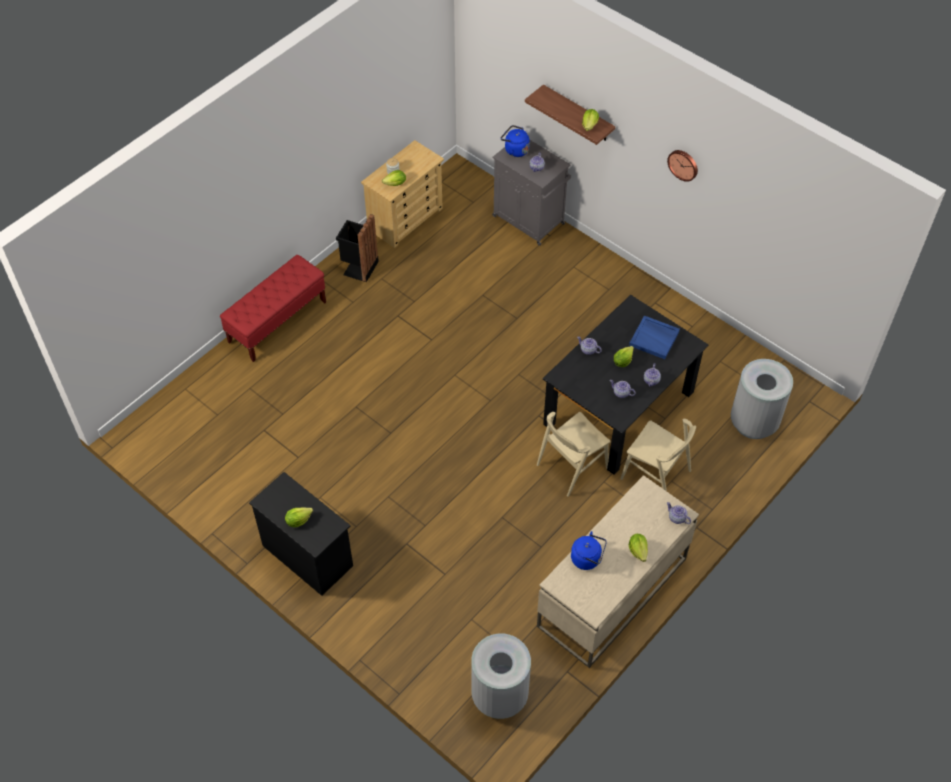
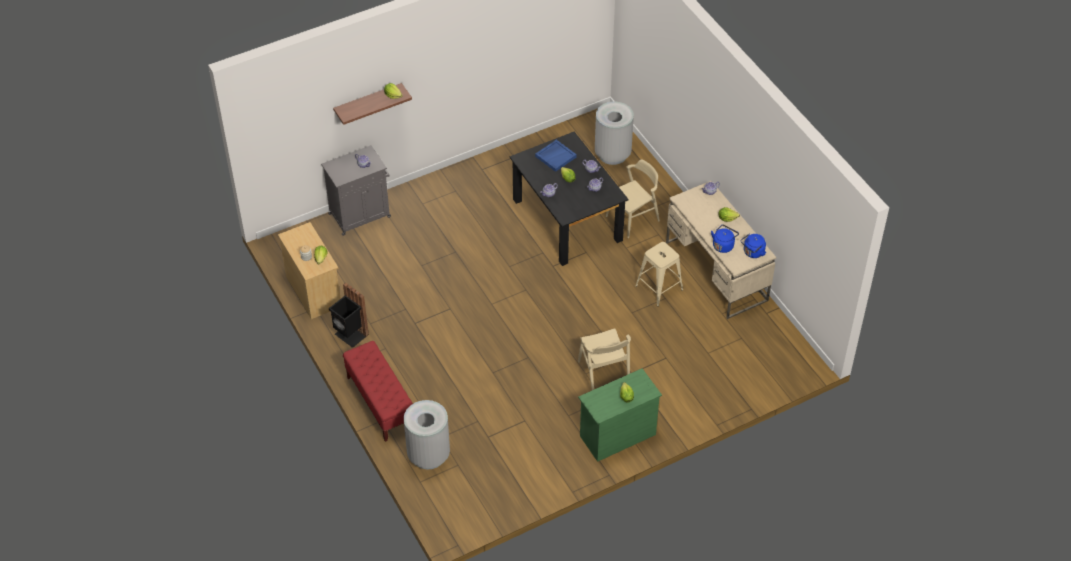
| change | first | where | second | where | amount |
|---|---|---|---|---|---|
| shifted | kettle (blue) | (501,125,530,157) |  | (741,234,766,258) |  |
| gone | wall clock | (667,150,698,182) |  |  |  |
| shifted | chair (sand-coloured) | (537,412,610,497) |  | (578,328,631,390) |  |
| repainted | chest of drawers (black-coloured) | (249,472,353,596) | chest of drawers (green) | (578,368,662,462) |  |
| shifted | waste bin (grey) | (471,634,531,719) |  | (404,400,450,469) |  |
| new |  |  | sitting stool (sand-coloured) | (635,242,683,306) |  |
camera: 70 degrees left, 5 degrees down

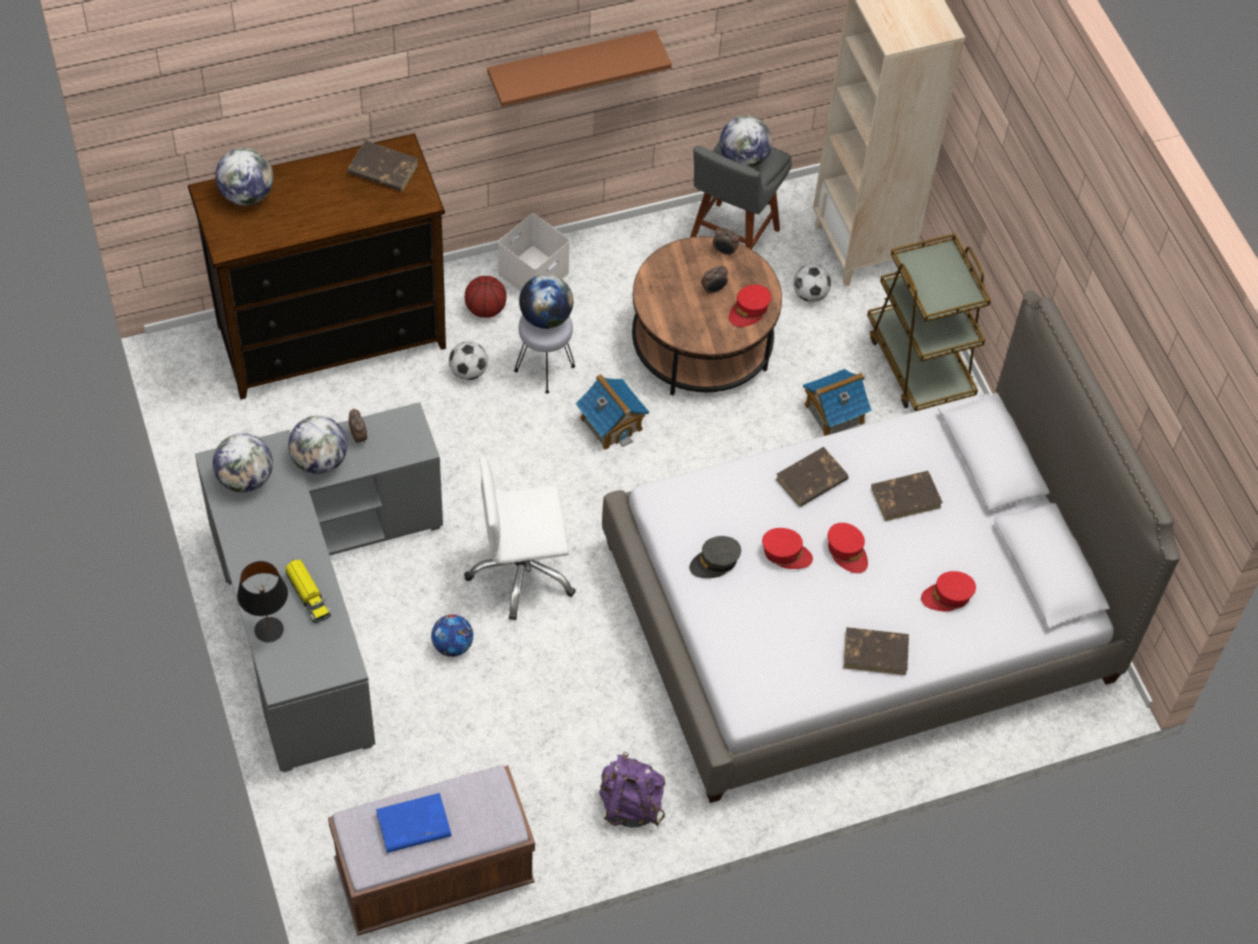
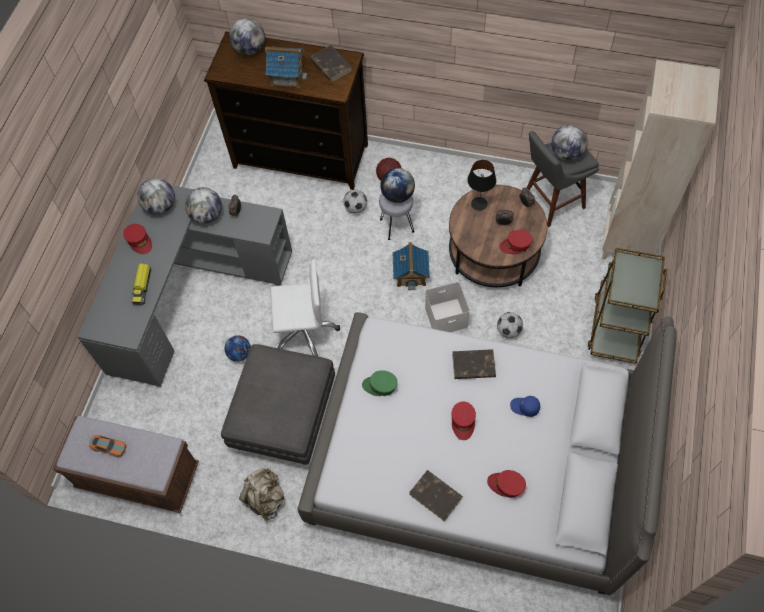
| change | first | where | second | where | amount |
|---|---|---|---|---|---|
| gone | wall shelf (brown) | (487,30,672,107) |  |  |  |
| shifted | storage container (whitish) | (498,213,570,292) |  | (425,282,470,332) |  |
| shifted | ball for football | (793,264,831,302) |  | (497,312,523,338) |  |
| shifted | miniature house | (803,369,872,436) |  | (265,46,308,88) |  |
| rotated | computer chair (whitish) | (464,456,576,620) |  | (270,259,340,356) | 150 degrees clockwise |
| swapped | book (brown) | (871,471,943,521) | baseball cap (blue) | (510,396,540,417) |  |
| shifted | baseball cap (red) | (762,528,813,569) |  | (123,224,152,254) |  |
| repainted | baseball cap (grey) | (689,536,741,578) | baseball cap (green) | (362,370,398,396) |  |
| shifted | tabletop lamp (black-coloured) | (237,561,288,642) |  | (467,160,496,211) |  |
| repainted | backpack (purple) | (599,752,665,827) | backpack (sand-coloured) | (239,468,284,521) |  |
| swapped | book (blue) | (376,793,451,853) | toy car | (89,435,126,457) |  |
| new |  |  | pouffe (grey) | (221,344,335,465) |  |
camera: 40 degrees right, 5 degrees up

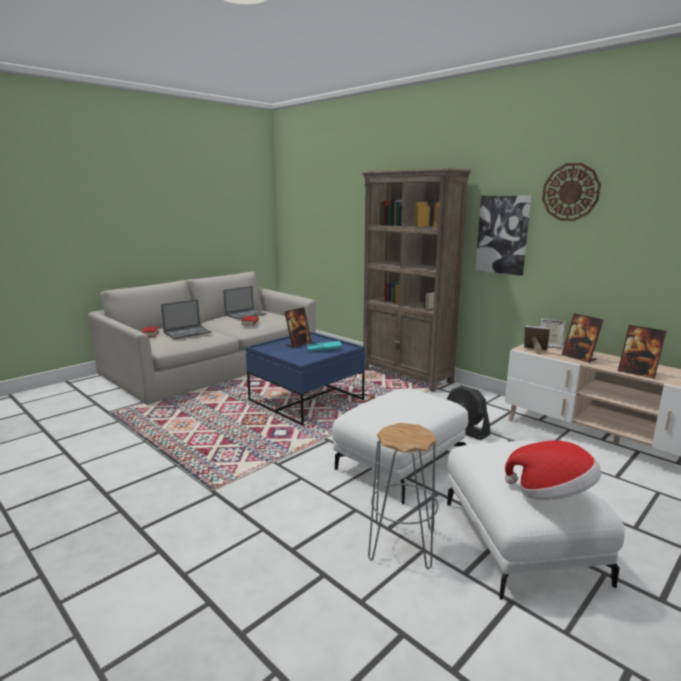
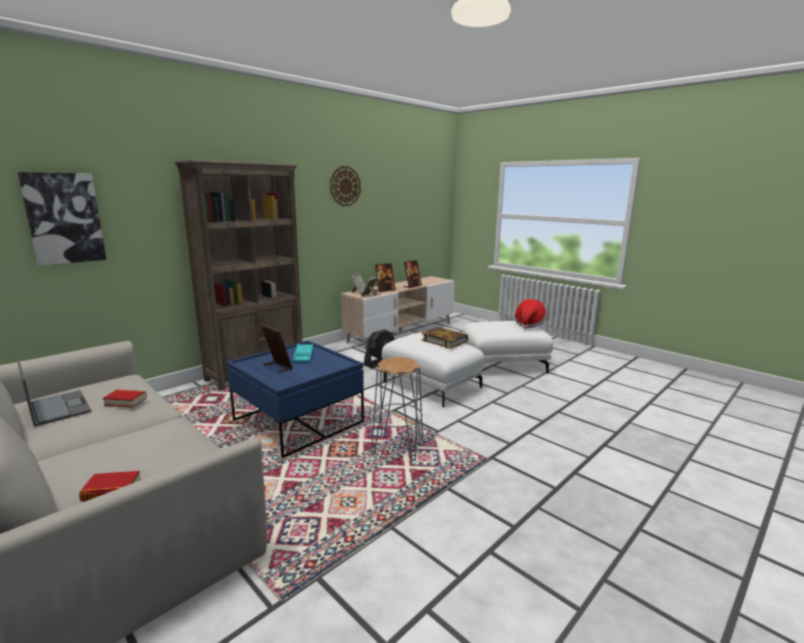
| change | first | where | second | where | amount |
|---|---|---|---|---|---|
| shifted | picture | (475,196,531,276) |  | (18,172,107,266) |  |
| gone | laptop | (161,299,211,339) |  |  |  |
| shifted | sitting stool (grey) | (368,423,438,569) |  | (371,357,423,461) |  |
| new |  |  | book | (421,327,468,349) |  |
camera: 90 degrees left, 0 degrees up

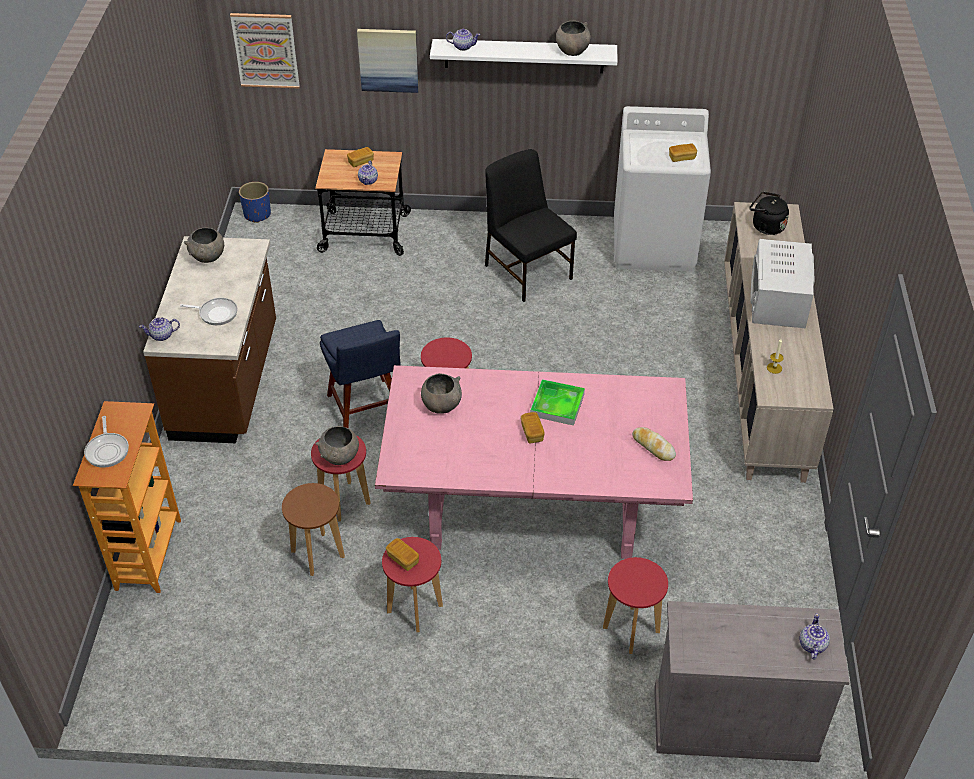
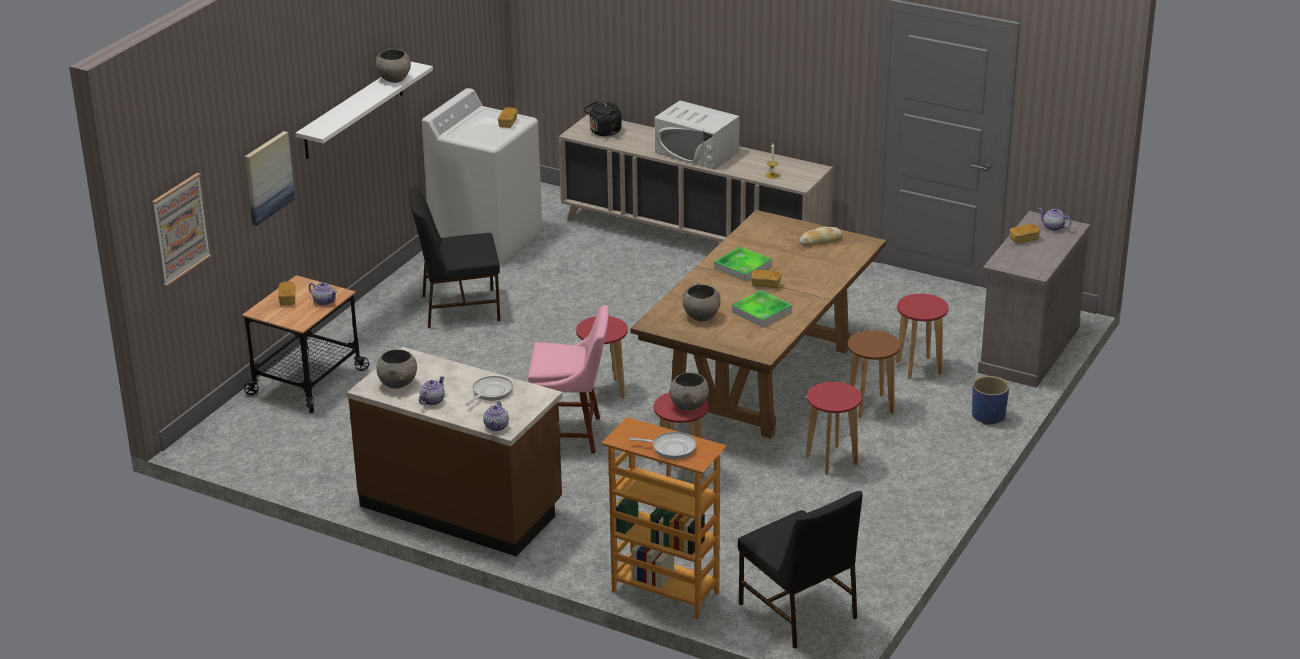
| change | first | where | second | where | amount |
|---|---|---|---|---|---|
| shifted | tea pot | (446,29,480,51) |  | (419,376,445,405) |  |
| shifted | planter (blue) | (239,182,271,223) |  | (972,376,1009,425) |  |
| repainted | chair (blue) | (320,320,401,428) | chair (pinkish) | (527,305,609,453) |  |
| repainted | kitchen table (pinkish) | (375,365,693,559) | kitchen table (brown) | (631,210,887,438) |  |
| shifted | sitting stool (brown) | (282,483,345,576) |  | (848,330,900,418) |  |
| shifted | baked bread | (386,538,419,571) |  | (1010,224,1040,244) |  |
| new |  |  | carrying tray | (732,290,792,327) |  |
| new |  |  | chair (black-coloured) | (738,491,863,649) |  |
camera: 65 degrees left, 15 degrees down

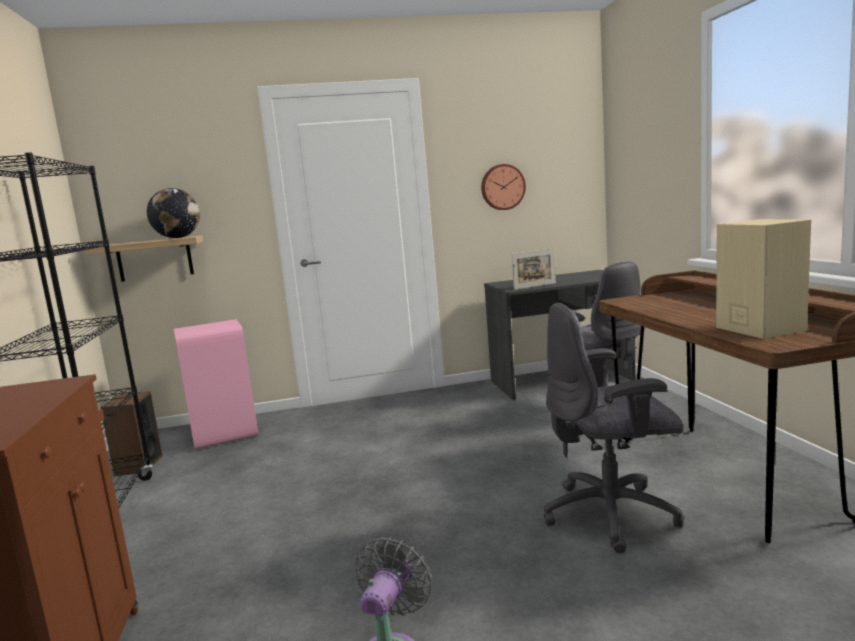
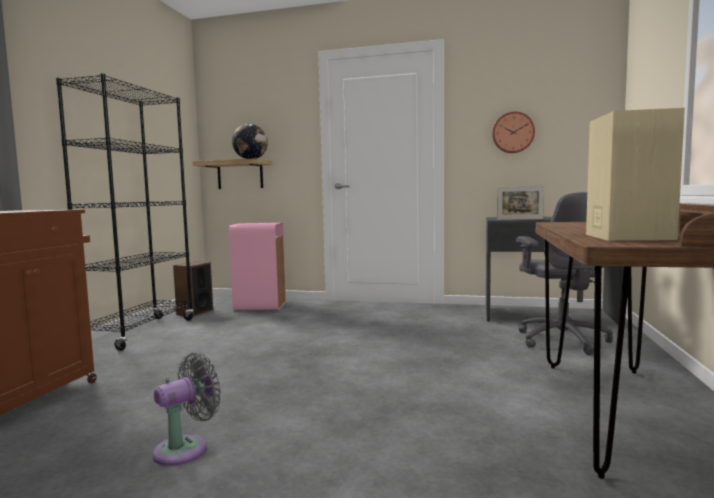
| change | first | where | second | where | amount |
|---|---|---|---|---|---|
| gone | computer chair (grey) | (544,303,684,553) |  |  |  |
camera: 25 degrees right, 5 degrees down

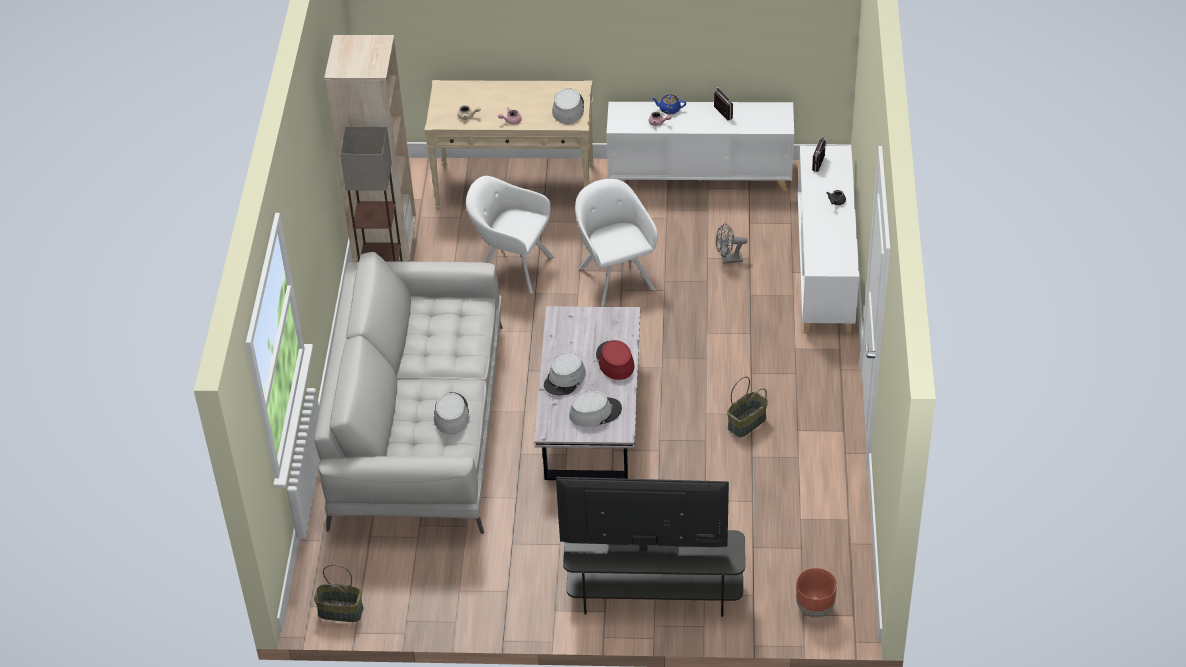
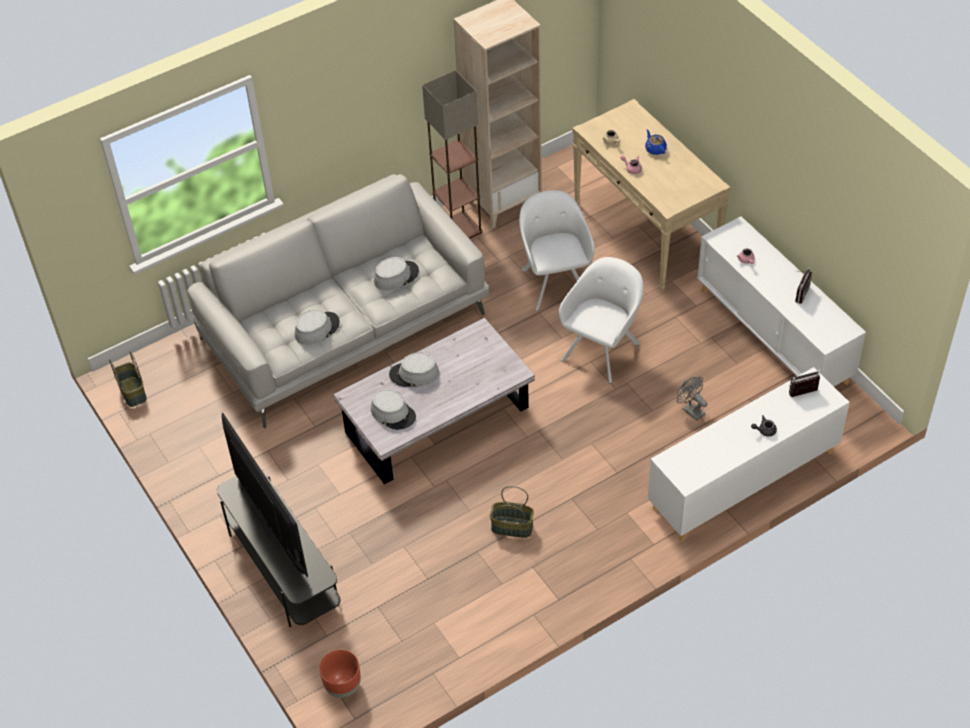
| change | first | where | second | where | amount |
|---|---|---|---|---|---|
| shifted | clothing hat (grey) | (552,88,584,124) |  | (374,257,419,291) |  |
| shifted | tea pot (blue) | (652,95,686,115) |  | (645,129,667,155) |  |
| gone | clothing hat (red) | (596,340,634,380) |  |  |  |
camera: 55 degrees right, 5 degrees up

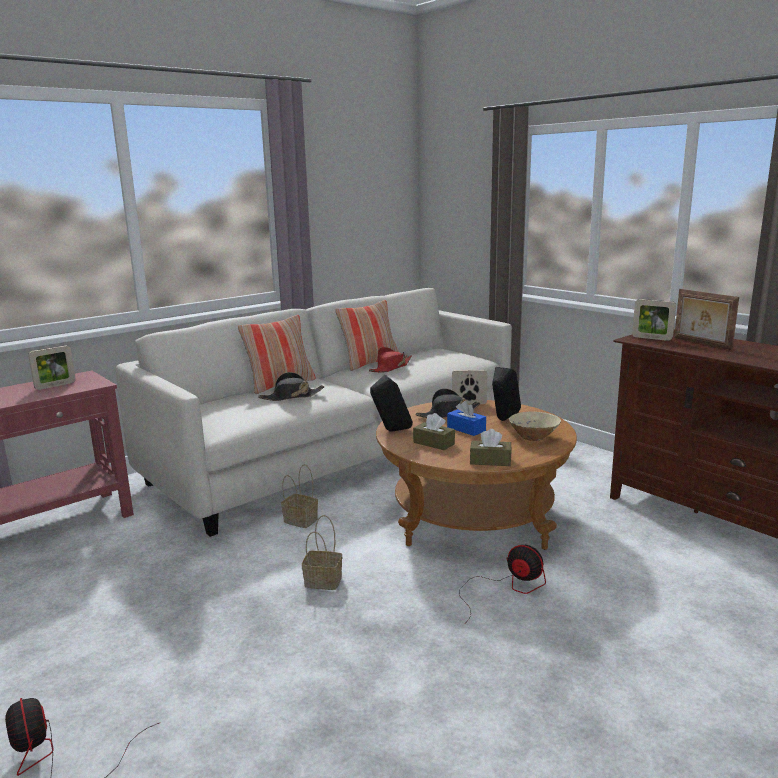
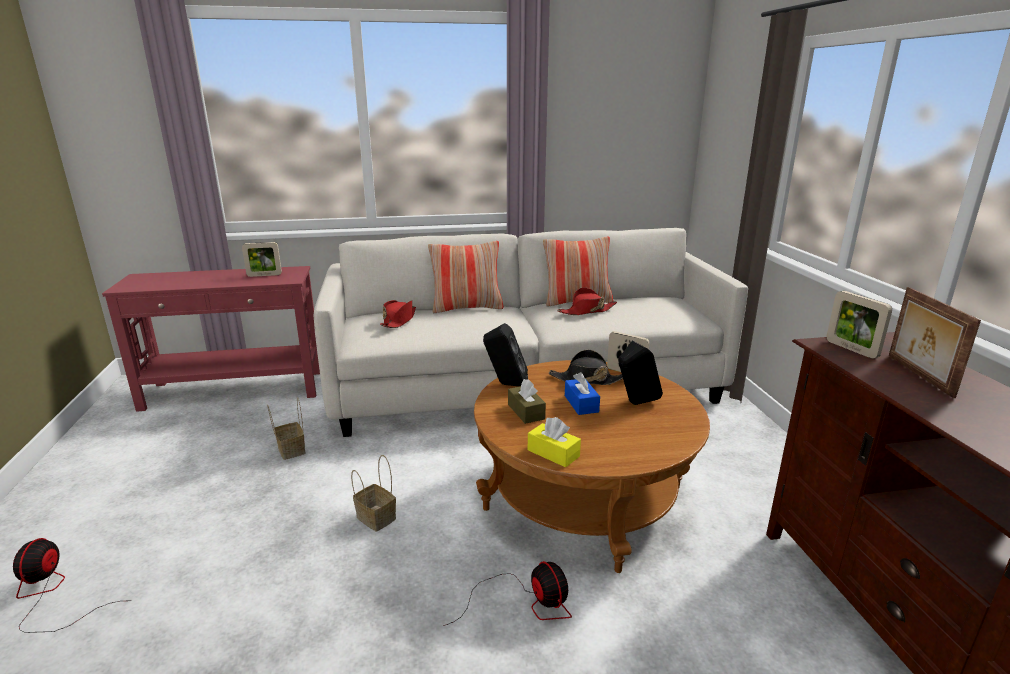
| change | first | where | second | where | amount |
|---|---|---|---|---|---|
| gone | clothing hat (black-coloured) | (258,372,325,401) |  |  |  |
| gone | bowl (sand-coloured) | (509,412,561,441) |  |  |  |
| repainted | tissue box (brown) | (470,429,512,466) | tissue box (yellow-coloured) | (528,417,581,467) |  |
| shifted | storage basket | (281,464,318,528) |  | (267,397,306,460) |  |
| new |  |  | clothing hat (red) | (380,300,416,328) |  |
camera: 30 degrees right, 5 degrees up

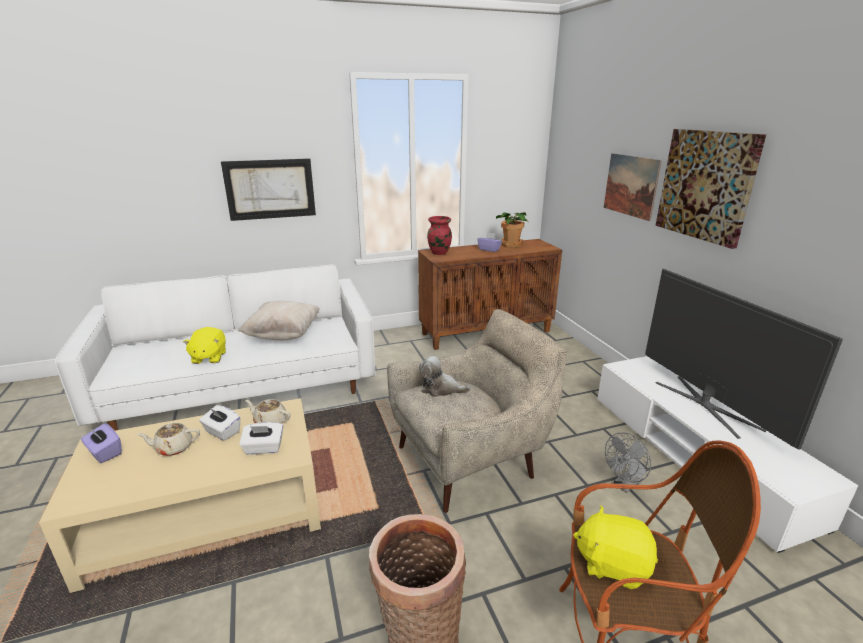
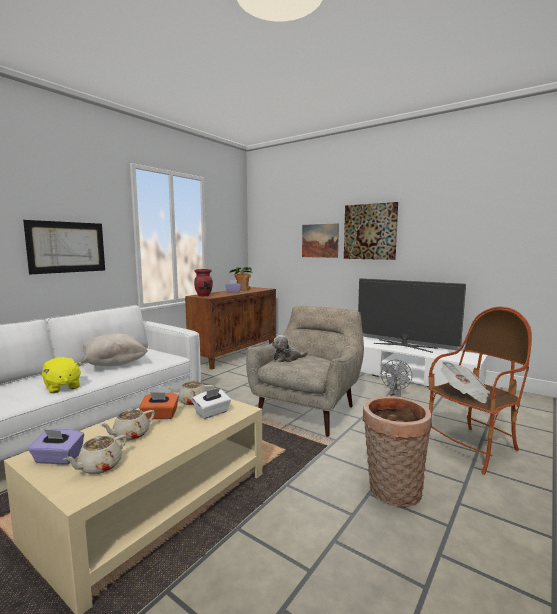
| change | first | where | second | where | amount |
|---|---|---|---|---|---|
| repainted | tissue box (whitish) | (199,405,240,441) | tissue box (orange) | (139,392,179,419) |  |
| swapped | cuddly toy (yellow-coloured) | (573,505,658,589) | printed paper | (440,361,490,403) |  |
| new |  |  | tea pot (sand-coloured) | (63,435,127,474) |  |
camera: 35 degrees left, 15 degrees down

